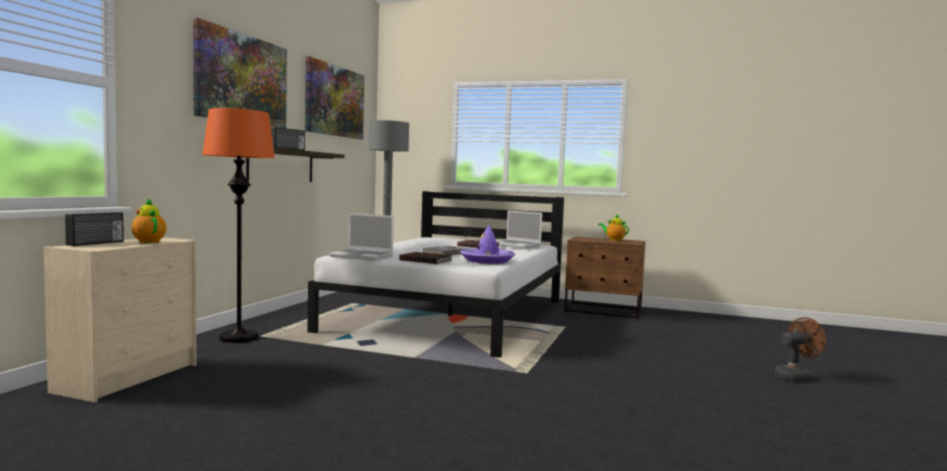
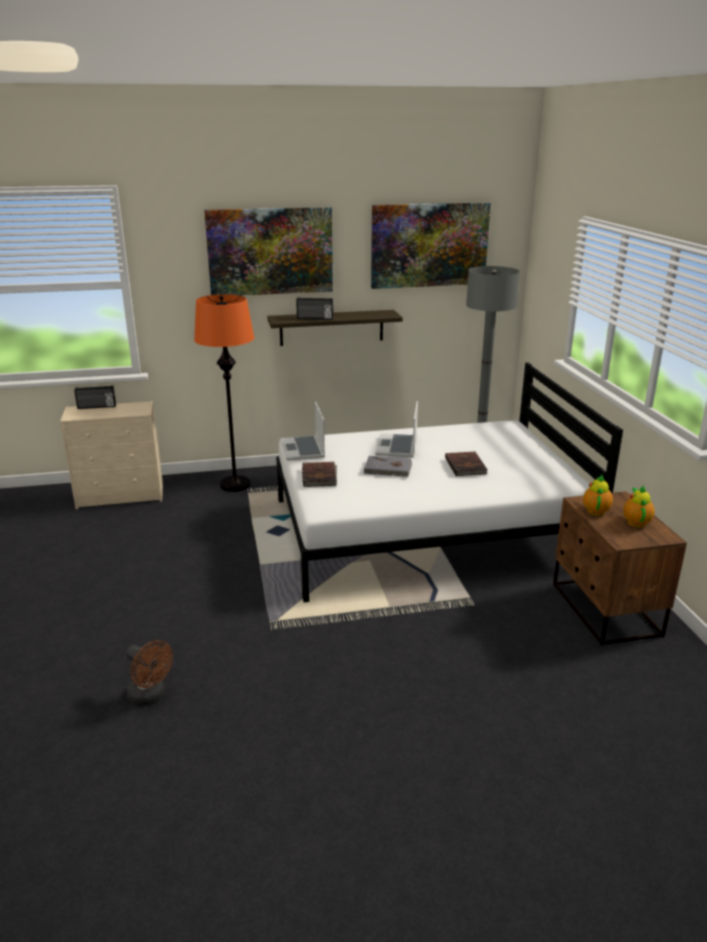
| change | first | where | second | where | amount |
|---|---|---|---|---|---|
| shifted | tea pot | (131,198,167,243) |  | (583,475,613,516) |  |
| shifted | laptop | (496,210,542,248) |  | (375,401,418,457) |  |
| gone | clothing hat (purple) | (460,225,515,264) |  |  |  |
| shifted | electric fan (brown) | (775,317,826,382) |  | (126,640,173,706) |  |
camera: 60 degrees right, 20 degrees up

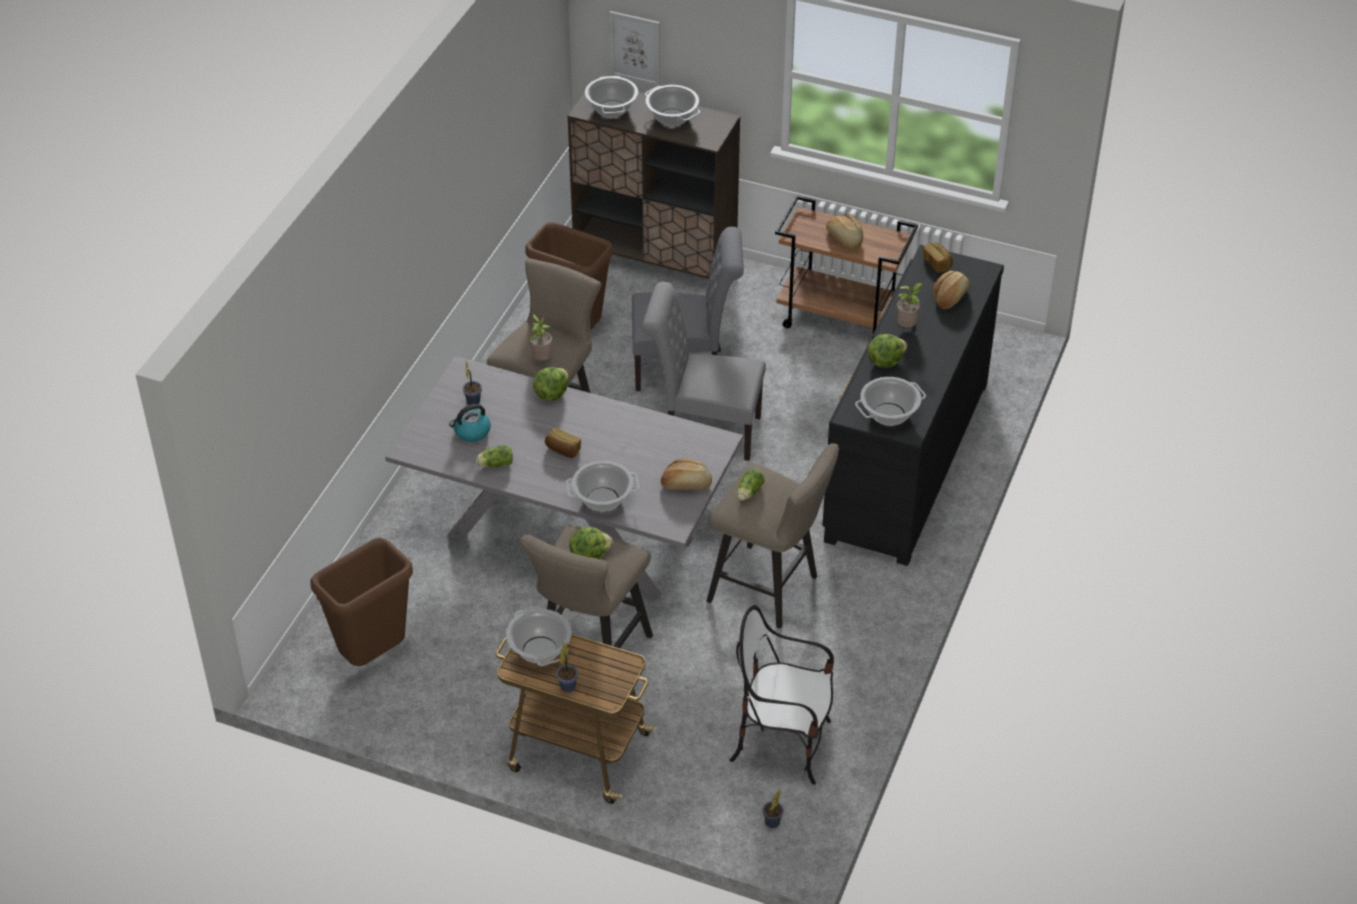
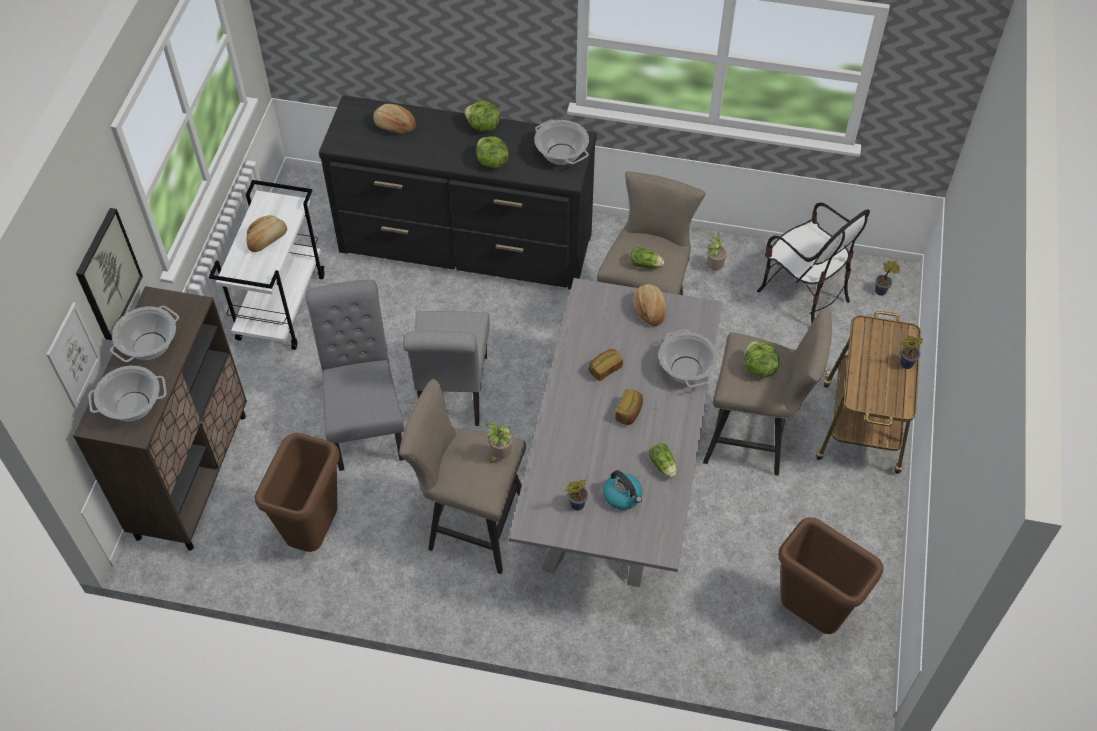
| change | first | where | second | where | amount |
|---|---|---|---|---|---|
| repainted | wheeled cart (brown) | (775,195,918,334) | wheeled cart (whitish) | (209,180,325,350) |  |
| shifted | baked bread | (923,242,953,273) |  | (588,349,623,381) |  |
| shifted | houseplant | (897,283,923,328) |  | (705,232,727,270) |  |
| shifted | head of lettuce | (533,367,568,401) |  | (465,101,500,132) |  |
| rotated | chair | (729,605,834,785) |  | (757,202,870,324) | 45 degrees counterclockwise |
| gone | stockpot | (506,606,572,666) |  |  |  |
| new |  |  | picture | (76,208,143,340) |  |
camera: 100 degrees left, 10 degrees up

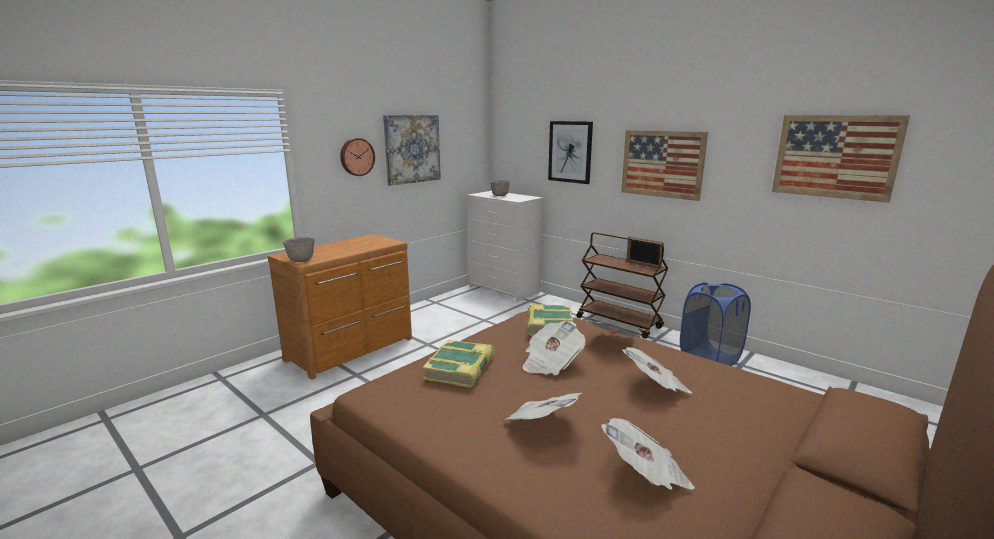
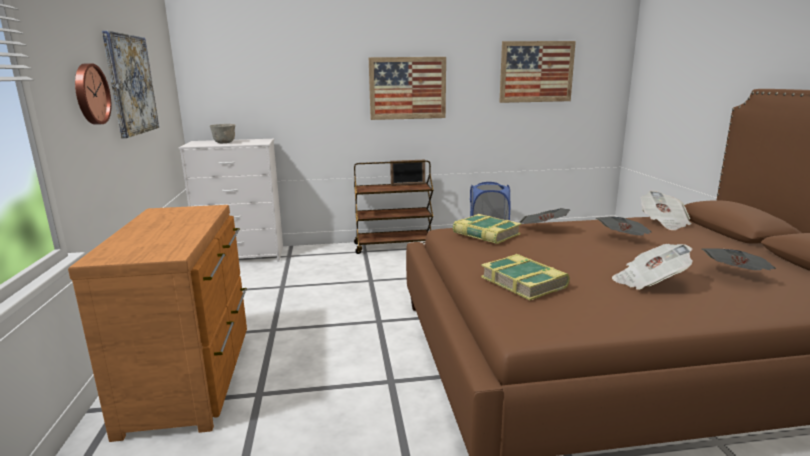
| change | first | where | second | where | amount |
|---|---|---|---|---|---|
| gone | picture | (548,121,593,184) |  |  |  |
| gone | bowl (grey) | (282,237,315,262) |  |  |  |
| shifted | printed paper | (522,321,585,375) |  | (641,191,691,230) |  |
camera: 50 degrees left, 0 degrees up

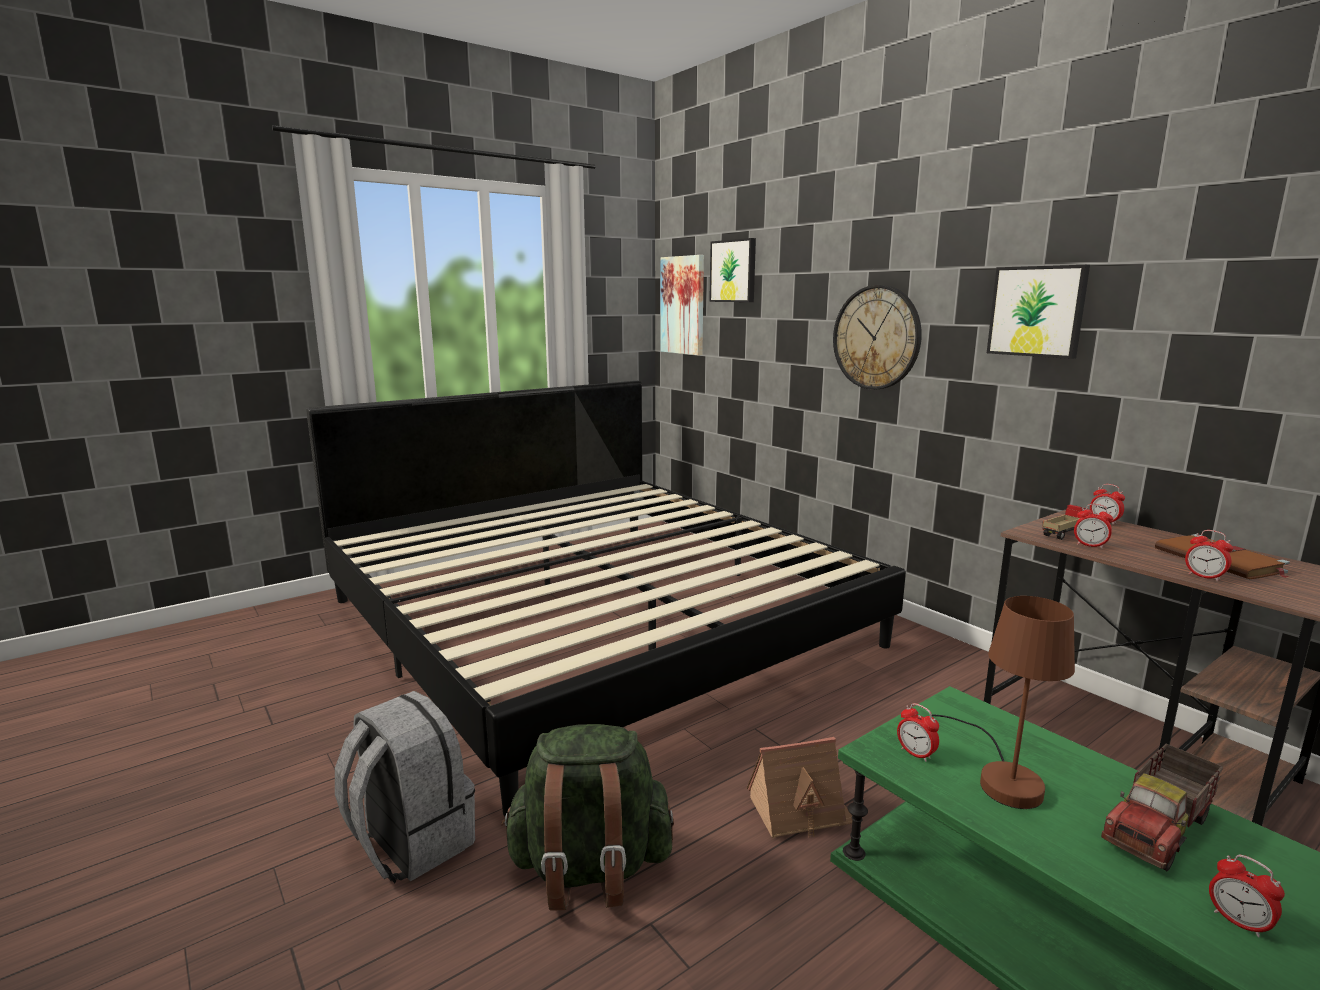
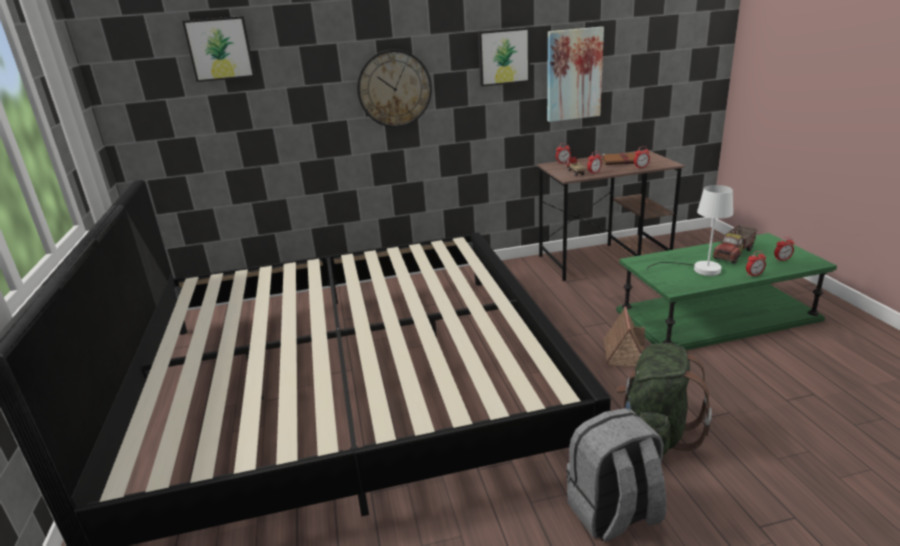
| change | first | where | second | where | amount |
|---|---|---|---|---|---|
| shifted | picture | (660,255,704,355) |  | (547,27,604,122) |  |
| repainted | tabletop lamp (brown) | (932,596,1075,809) | tabletop lamp (whitish) | (646,185,733,276) |  |
| shifted | bedside clock | (897,703,939,762) |  | (746,251,766,277) |  |
| rotated | toy lorry | (1101,744,1223,871) |  | (713,225,758,264) | 60 degrees clockwise |
camera: 65 degrees left, 10 degrees up

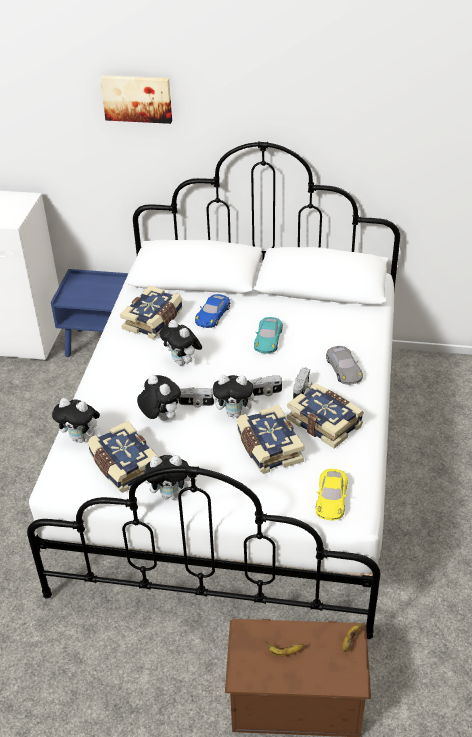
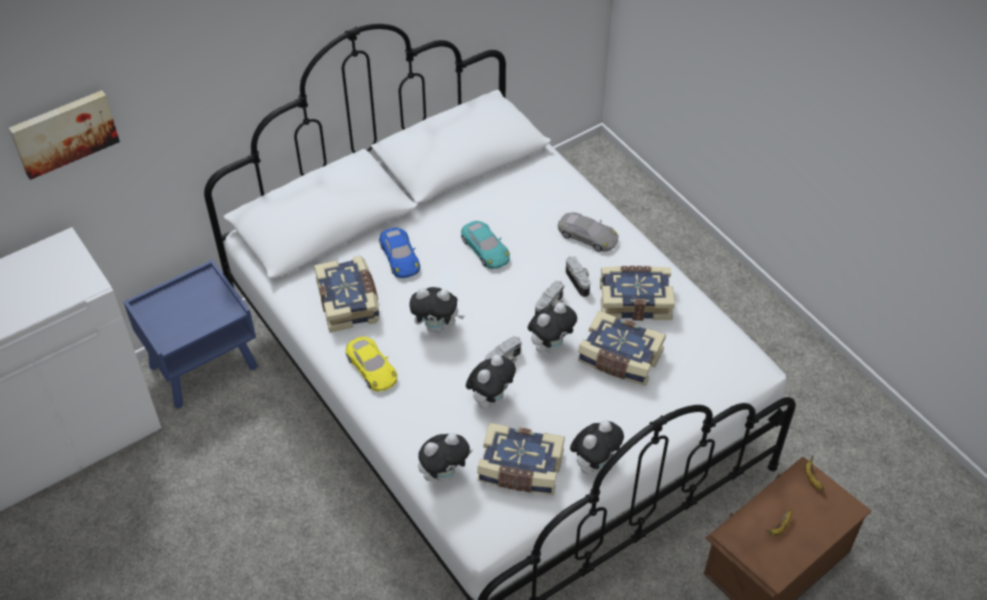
| change | first | where | second | where | amount |
|---|---|---|---|---|---|
| shifted | picture | (100,75,172,124) |  | (9,90,120,180) |  |
| rotated | cuddly toy | (137,375,181,421) |  | (466,354,516,409) | 120 degrees clockwise |
| shifted | toy car (yellow-coloured) | (316,469,348,520) |  | (346,336,397,392) |  |
camera: 45 degrees left, 10 degrees up

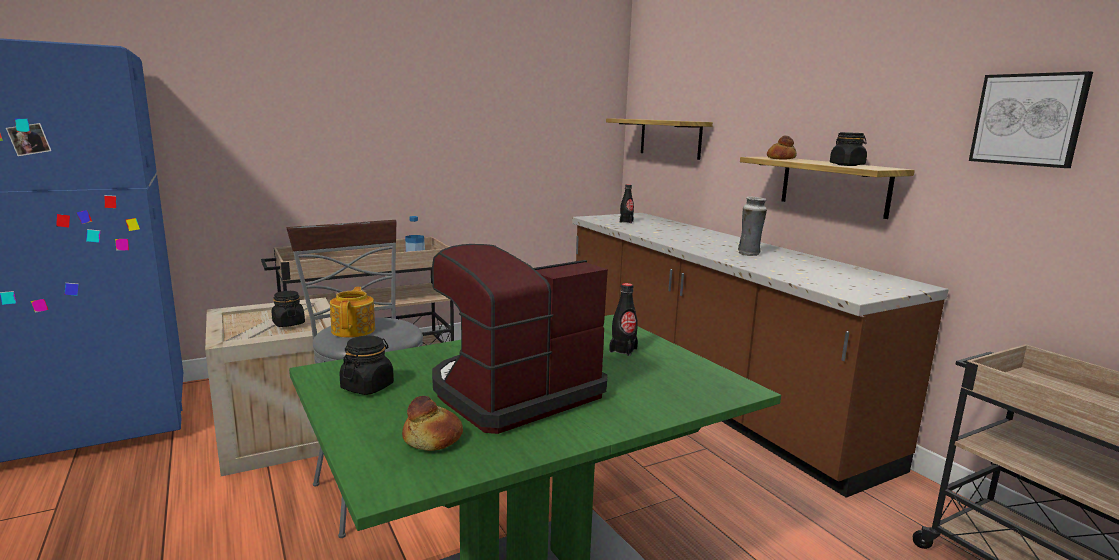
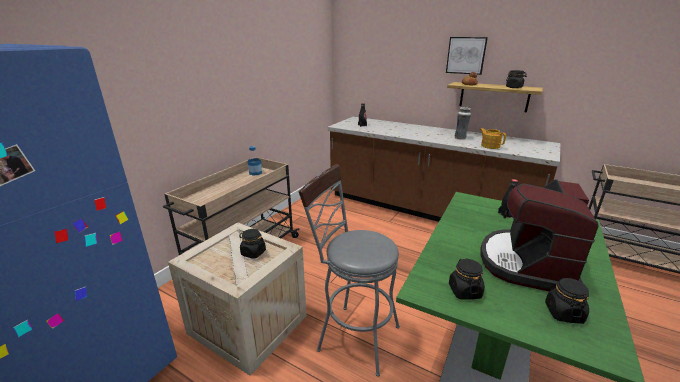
| change | first | where | second | where | amount |
|---|---|---|---|---|---|
| shifted | picture | (969,71,1093,168) |  | (446,37,488,75) |  |
| gone | wall shelf | (606,118,713,160) |  |  |  |
| shifted | tea pot | (330,287,375,338) |  | (480,128,506,149) |  |
| swapped | baked bread | (402,396,463,451) | preserve jar (black-coloured) | (545,277,589,324) |  |
camera: 30 degrees left, 10 degrees up

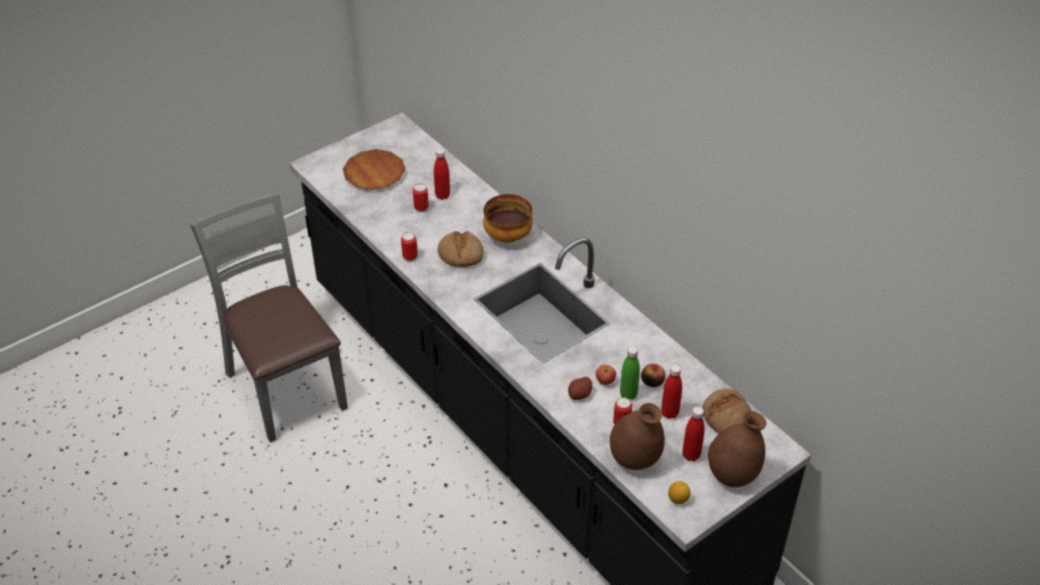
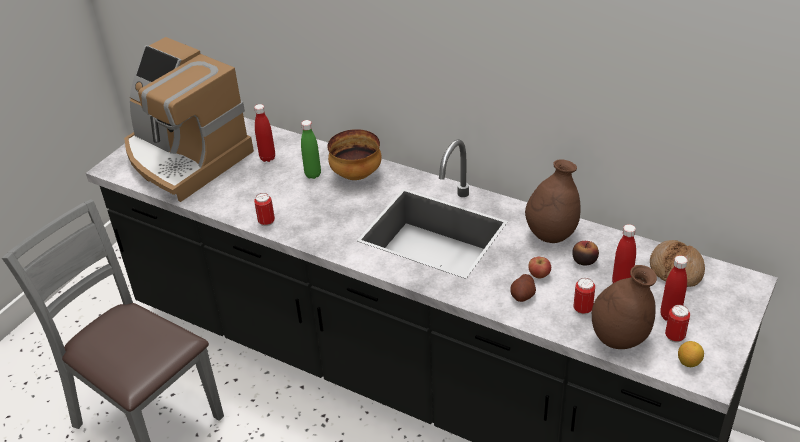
| change | first | where | second | where | amount |
|---|---|---|---|---|---|
| swapped | plate (brown) | (343,149,405,190) | coffee machine | (124,37,254,202) |  |
| shifted | sealed can | (413,184,429,212) |  | (665,305,690,343) |  |
| gone | baked bread | (437,231,484,267) |  |  |  |
| shifted | bottle (green) | (620,346,640,400) |  | (301,120,321,179) |  |
| shifted | flower vase (brown) | (708,411,766,487) |  | (525,159,581,243) |  |
camera: 20 degrees left, 5 degrees down

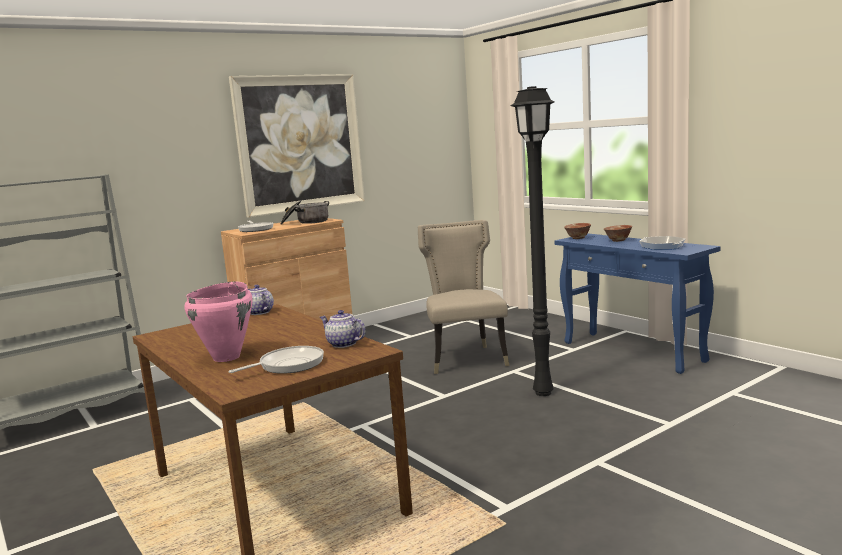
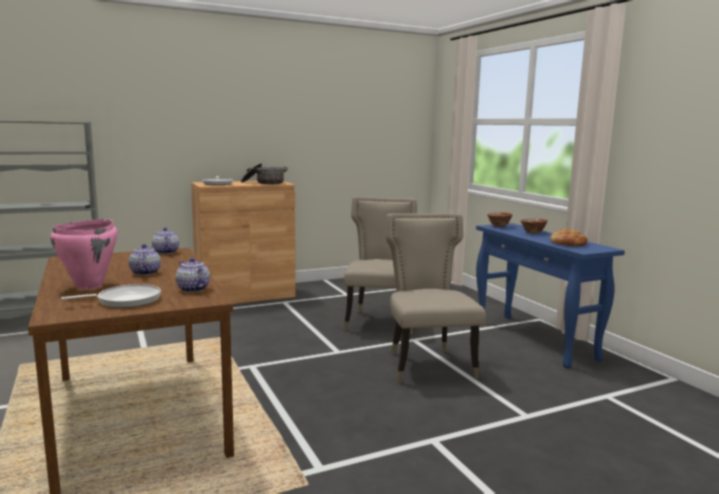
| change | first | where | second | where | amount |
|---|---|---|---|---|---|
| gone | picture | (229,74,365,218) |  |  |  |
| swapped | standard lamp (black-coloured) | (510,86,555,396) | chair (sand-coloured) | (386,213,486,383) |  |
| swapped | frying pan | (639,236,685,250) | baked bread | (550,228,588,246) |  |
| new |  |  | tea pot | (128,244,161,275) |  |
camera: 10 degrees right, 0 degrees up

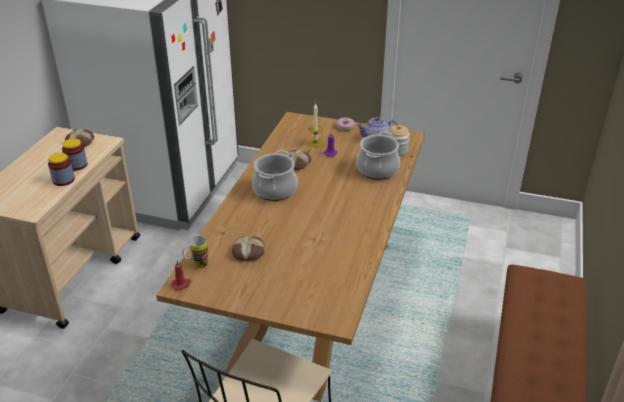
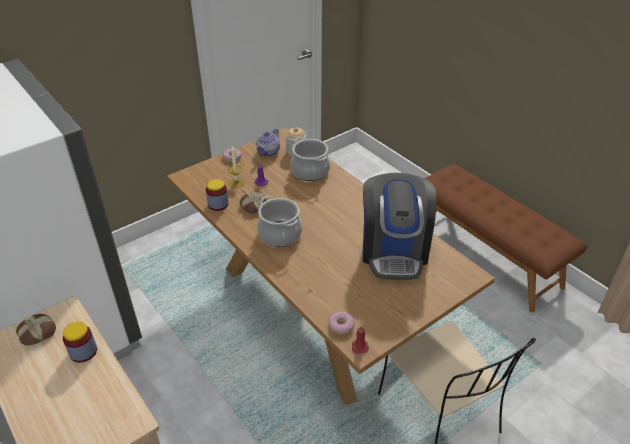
| change | first | where | second | where | amount |
|---|---|---|---|---|---|
| shifted | preserve jar | (48,153,75,186) |  | (206,179,228,211) |  |
| swapped | tea mug | (182,236,208,268) | donut | (329,312,354,334) |  |
| gone | baked bread | (232,236,265,261) |  |  |  |
| new |  |  | coffee machine | (363,173,436,280) |  |
camera: 55 degrees left, 5 degrees up

